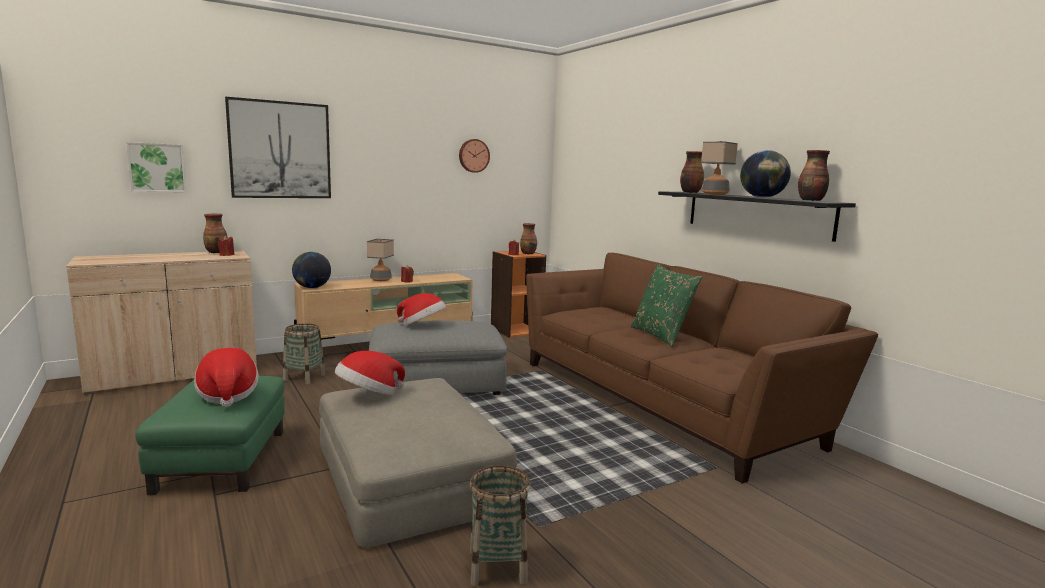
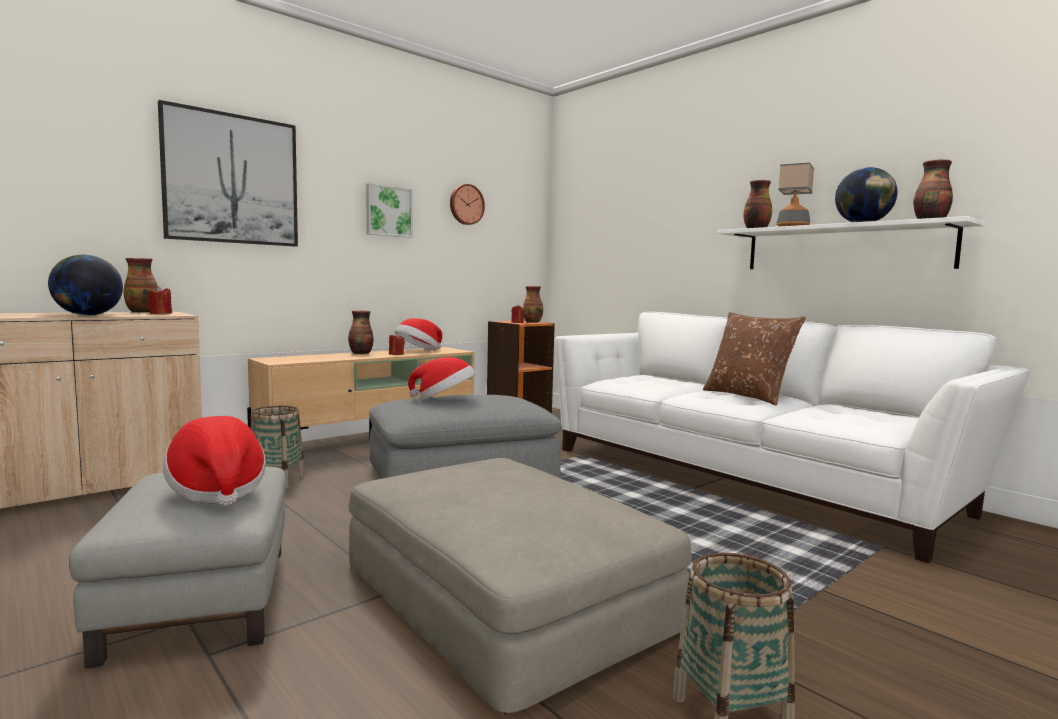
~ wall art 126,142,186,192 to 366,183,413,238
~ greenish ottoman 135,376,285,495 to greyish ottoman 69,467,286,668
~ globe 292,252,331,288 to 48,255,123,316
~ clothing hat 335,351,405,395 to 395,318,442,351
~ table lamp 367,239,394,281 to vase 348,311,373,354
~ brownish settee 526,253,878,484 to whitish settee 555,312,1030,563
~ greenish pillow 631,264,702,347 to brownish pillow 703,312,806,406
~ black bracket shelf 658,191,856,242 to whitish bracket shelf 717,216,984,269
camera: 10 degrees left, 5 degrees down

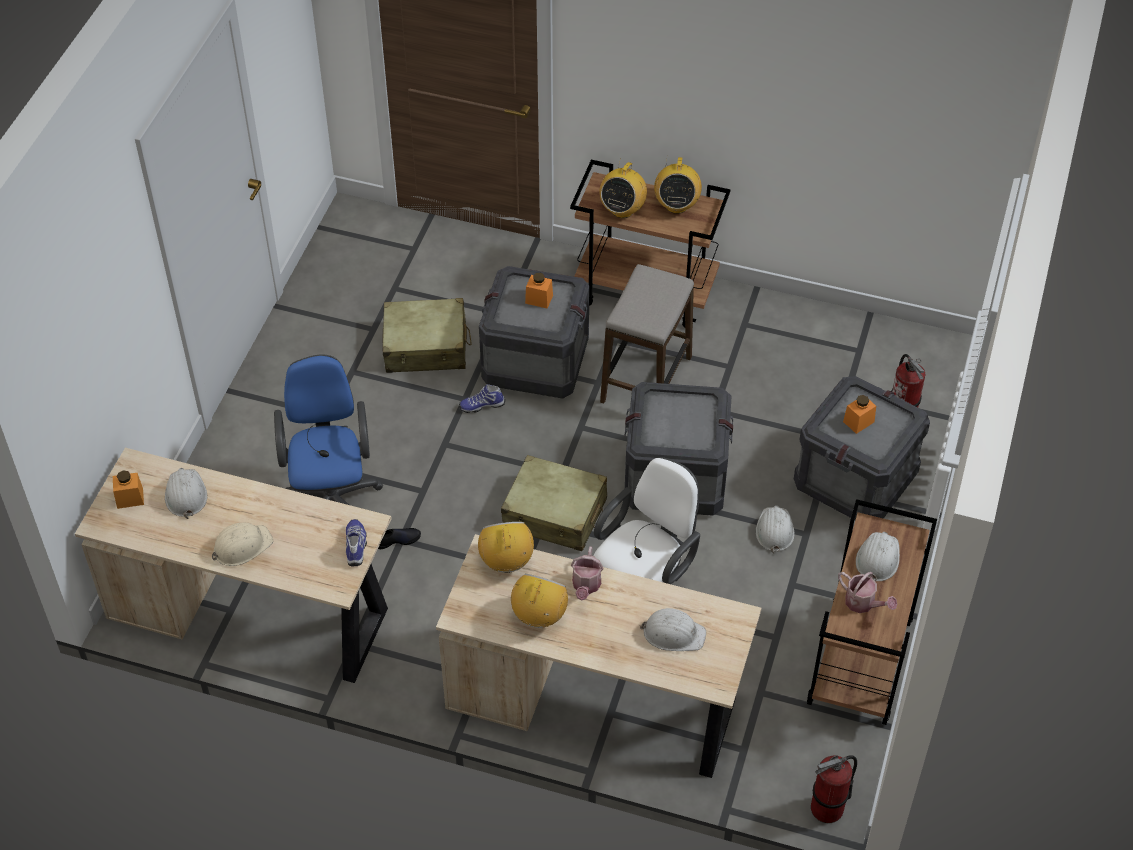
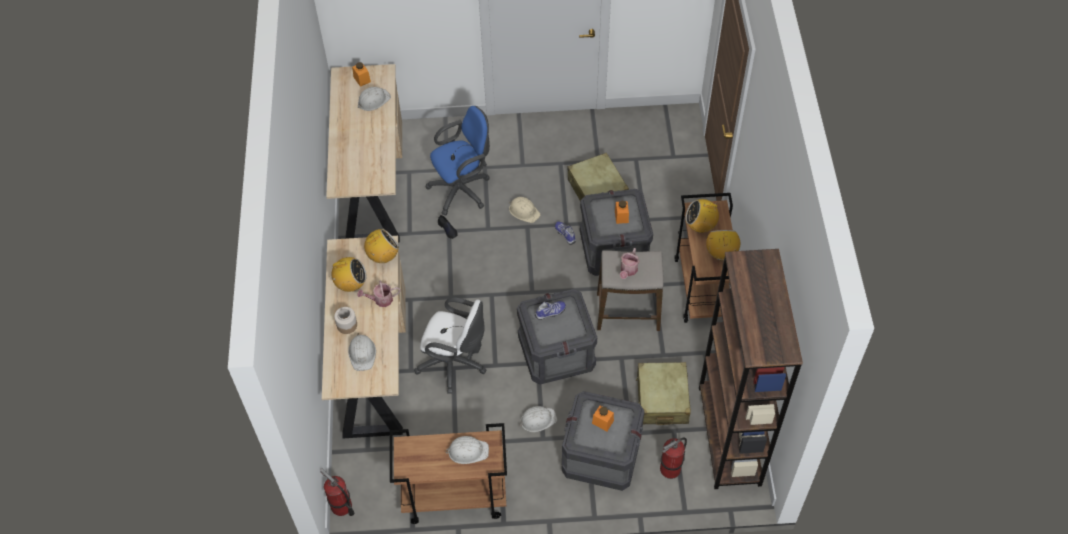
~ sand-coloured work helmet 212,522,273,566 to 509,197,541,223
~ low shoe 346,519,367,566 to 535,301,566,320
~ sand-coloured travel case 501,455,607,551 to 636,362,691,425
~ radio set 654,155,702,214 = 706,230,740,260 105 degrees clockwise
~ watering pot 838,572,897,613 to 620,248,640,279
+ jar 334,307,357,334
+ brownish shelving unit 699,249,803,489
camera: 70 degrees right, 5 degrees up

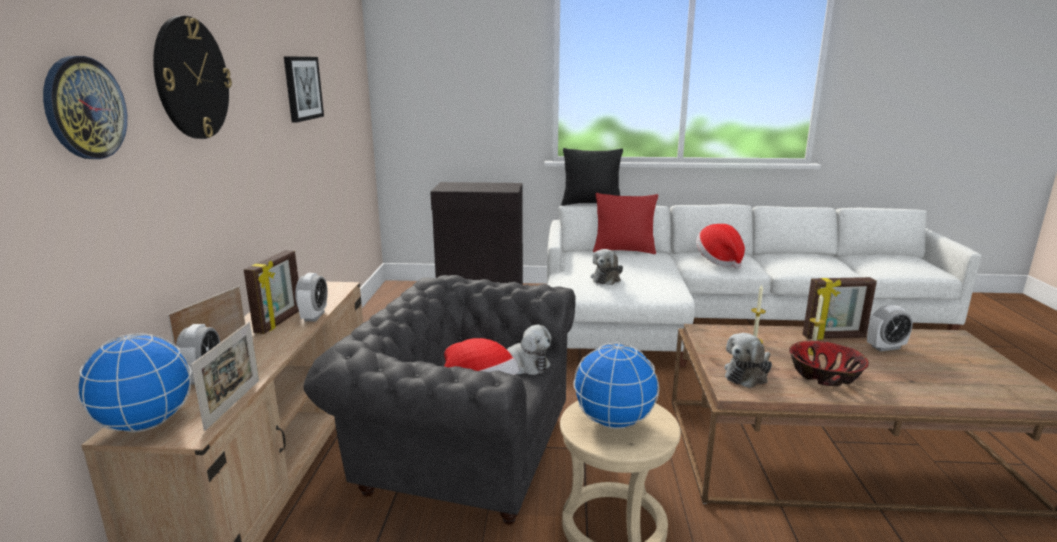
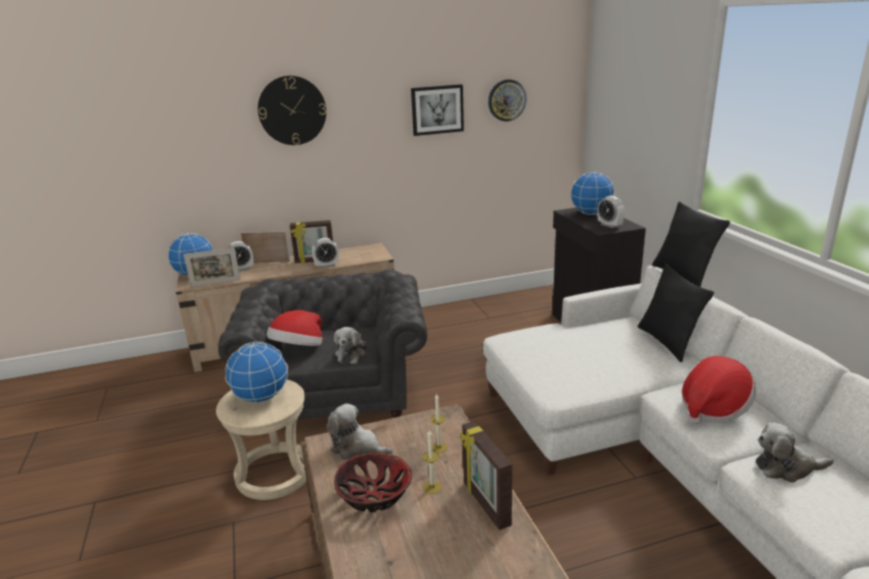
~ clock on the wall 43,56,127,159 to 488,79,527,122
~ cuddly toy 591,249,623,285 to 756,422,833,483
~ reddish pillow 593,193,658,254 to black pillow 638,264,714,362
~ alarm clock 867,305,913,351 to 598,196,625,228
+ globe 570,172,615,215
camera: 70 degrees right, 5 degrees up

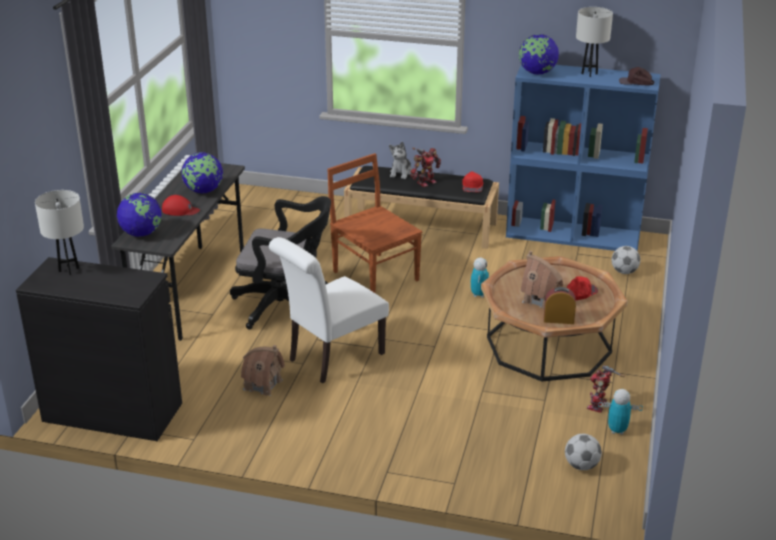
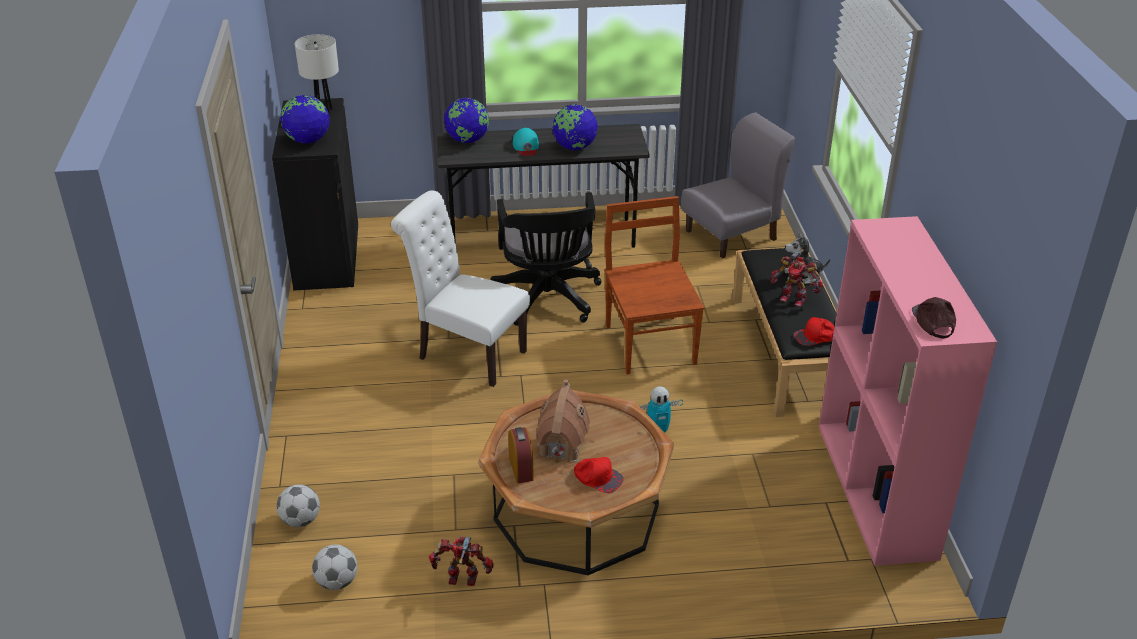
~ reddish peaked cap 162,195,200,216 to turquoise peaked cap 513,128,539,156
- toy house 241,345,285,396
~ brownish chair 327,153,423,294 = 605,196,705,374 45 degrees counterclockwise
~ bluish shelving unit 506,65,661,251 to pink-coloured shelving unit 819,216,997,566
~ globe 519,34,559,75 to 280,95,330,144
- whitish table lamp 576,7,613,77
- toy robot 598,389,643,435
~ football ball 612,246,640,274 to 277,484,320,527
+ greyish chair 681,113,795,258
camera: 70 degrees right, 5 degrees up

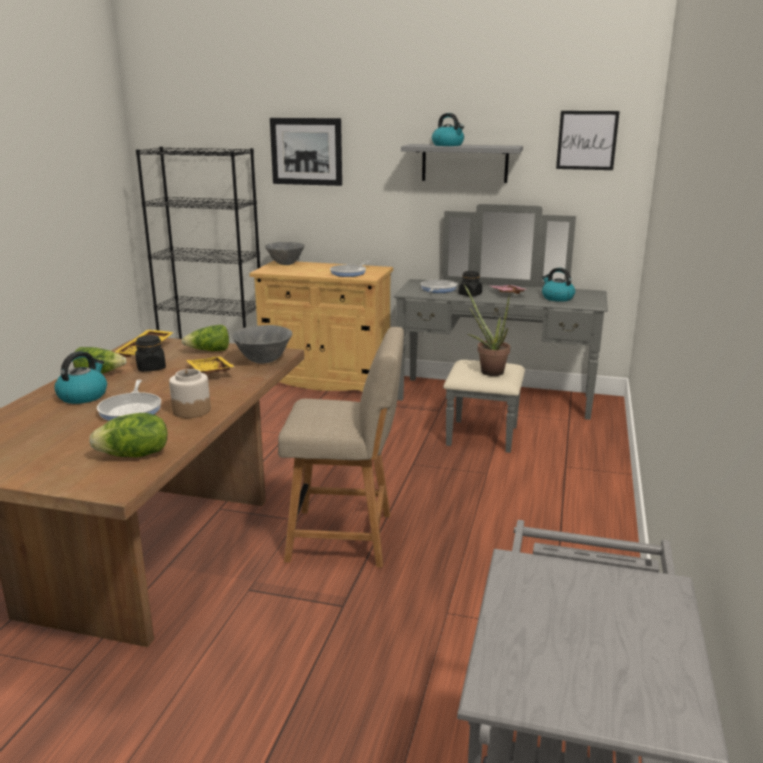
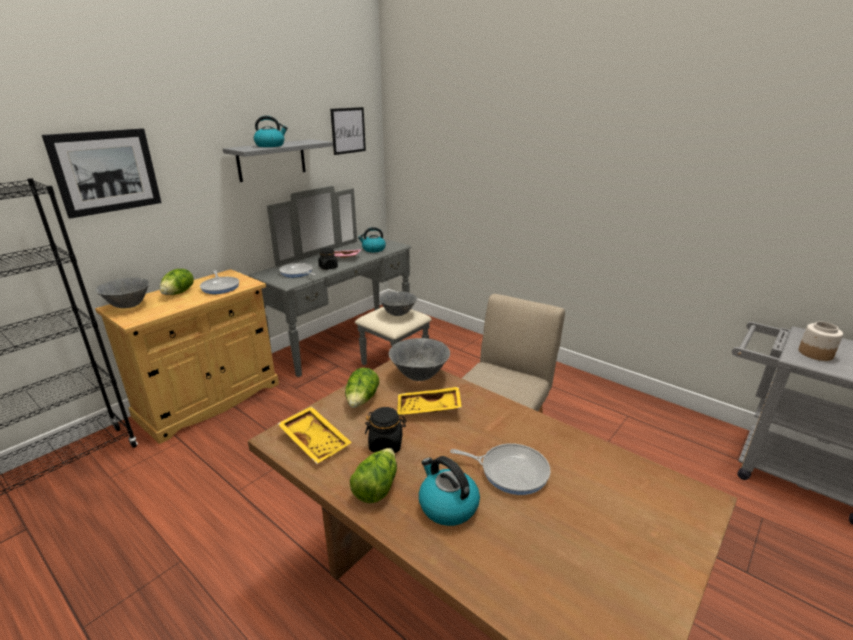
~ head of lettuce 89,413,168,457 to 159,269,194,295
~ jar 169,369,211,418 to 798,322,843,361
~ houseplant 464,284,510,376 to greyish serving bowl 379,291,417,316
camera: 65 degrees left, 5 degrees up

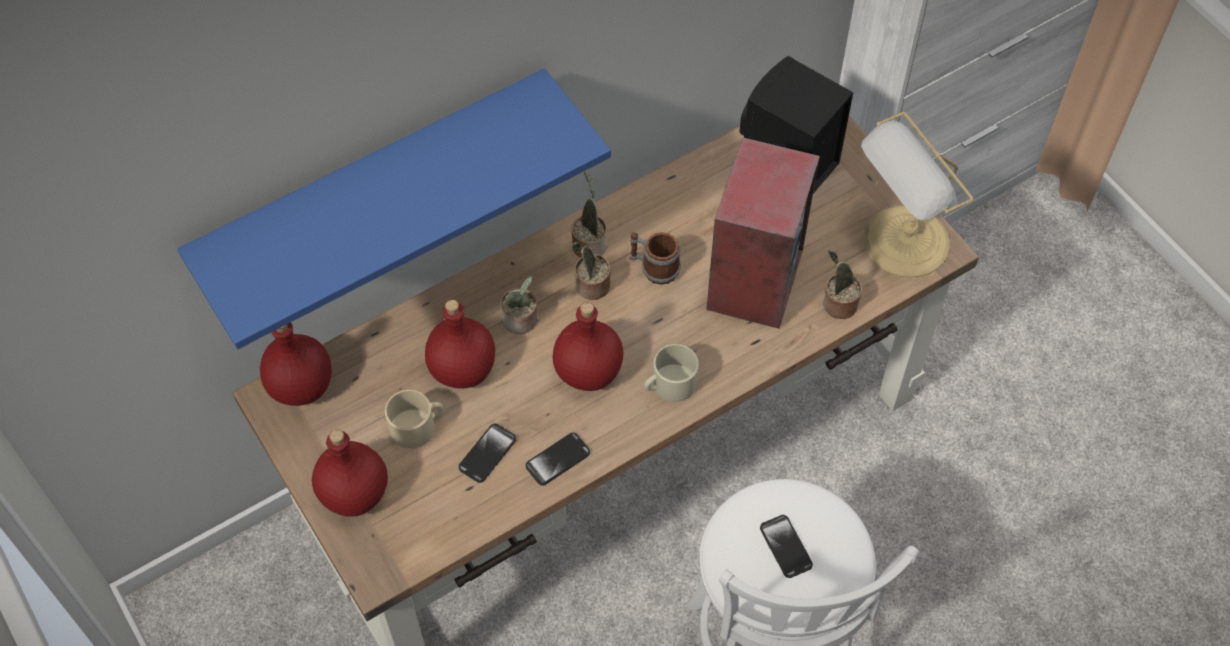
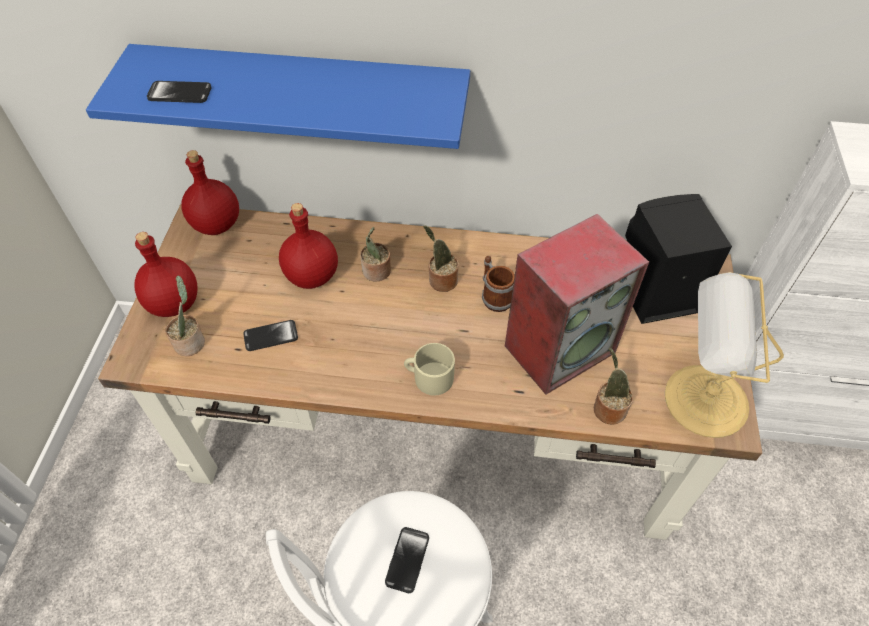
- sand-coloured tea mug 385,390,443,449
~ telephone 526,432,590,486 to 147,81,211,103
- reddish bottle 553,302,623,391
~ houseplant 571,171,607,258 to 165,275,205,356
camera: 40 degrees right, 5 degrees down

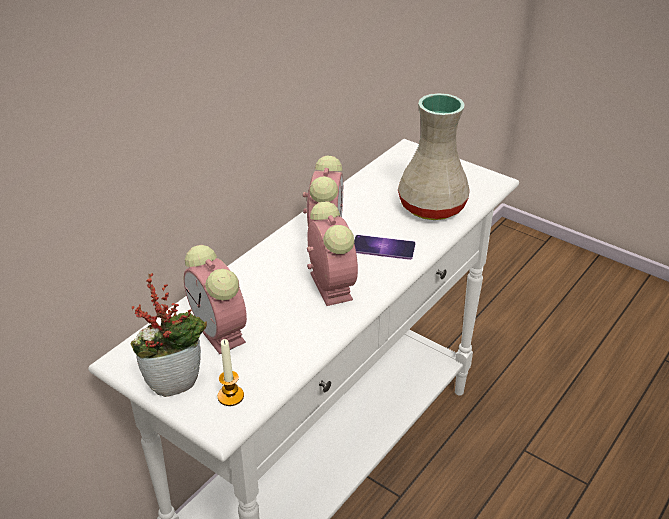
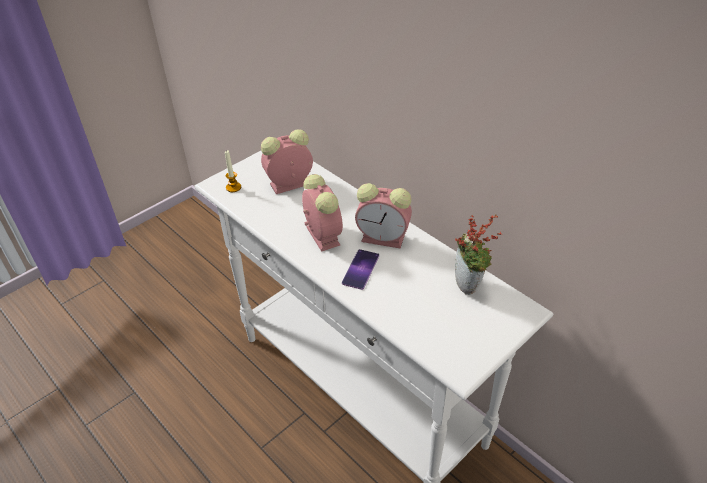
~ houseplant 130,273,207,397 to 455,214,502,295
~ alarm clock 307,201,358,306 = 302,174,343,252 105 degrees counterclockwise
- sand-coloured vase 398,93,470,220
camera: 100 degrees right, 5 degrees up

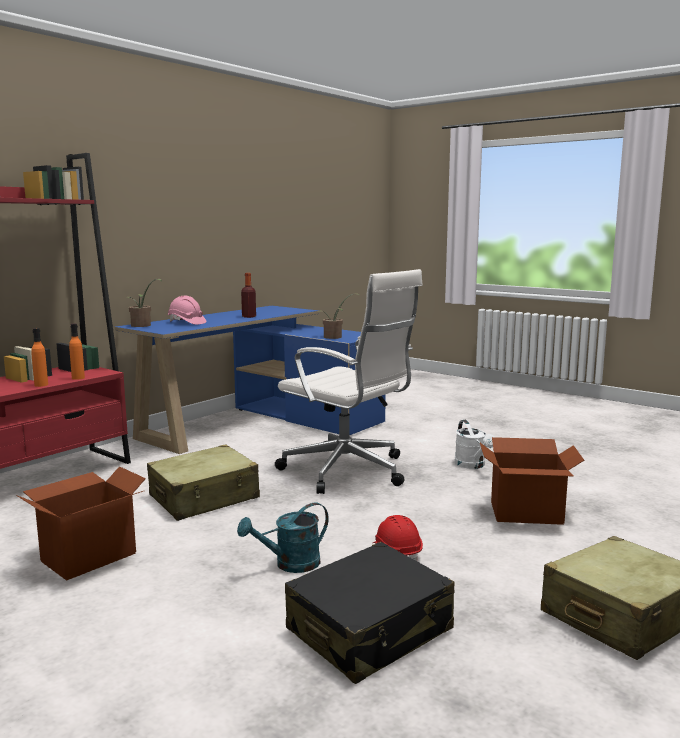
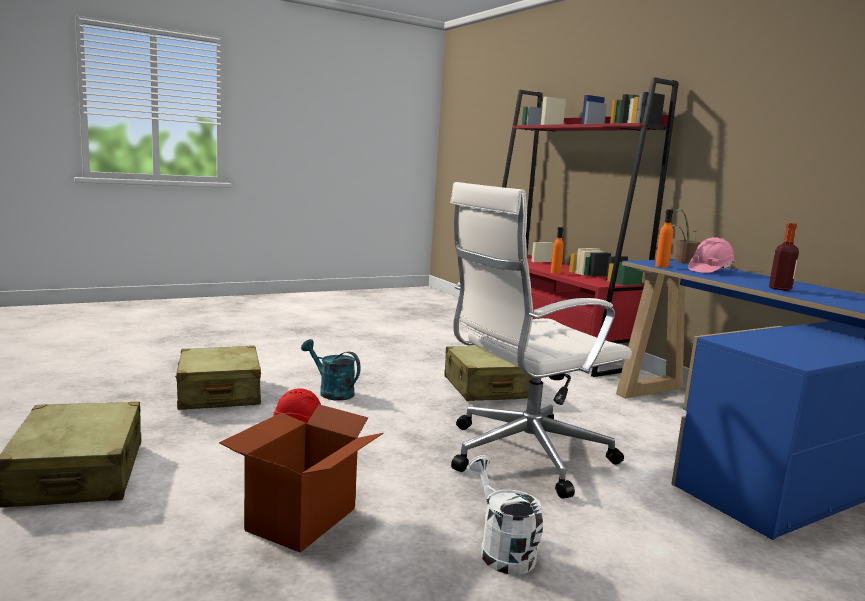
- packing box 17,466,146,581
~ orange-coloured bottle 69,324,85,380 to 655,209,673,268
~ turquoise watering pot 237,503,329,573 = 301,339,361,400 45 degrees counterclockwise
~ black travel case 285,542,455,684 to sand-coloured travel case 175,346,261,410
- houseplant 318,293,360,339
~ whitish watering pot 455,420,495,469 = 469,455,543,575 60 degrees clockwise
camera: 110 degrees right, 0 degrees up

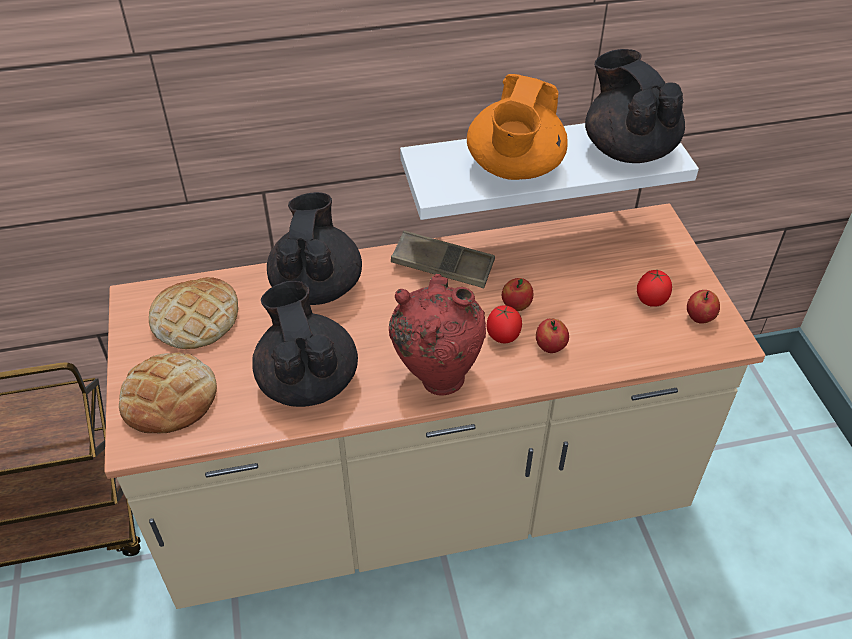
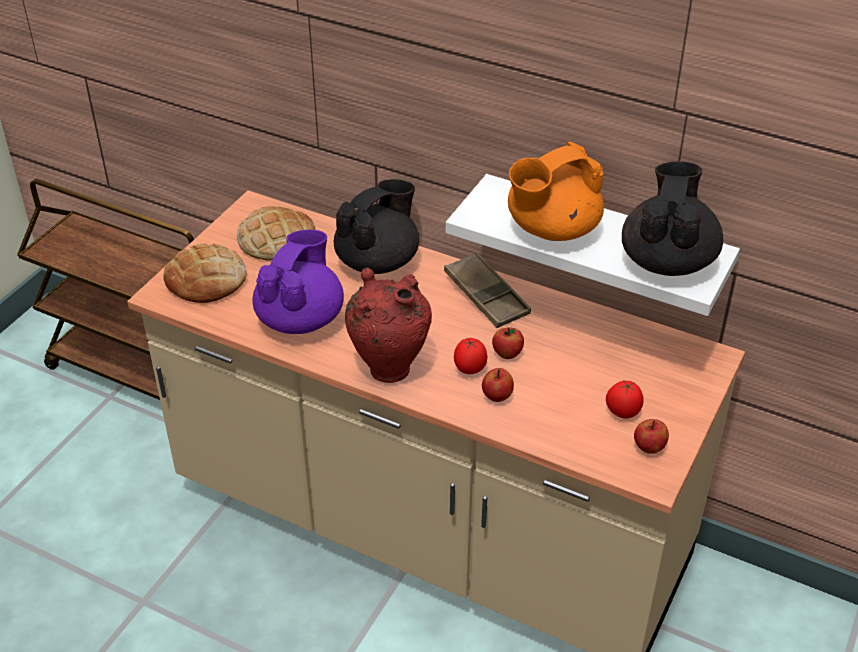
~ black teapot 252,281,358,407 to purplish teapot 252,230,344,334
camera: 40 degrees right, 5 degrees down

